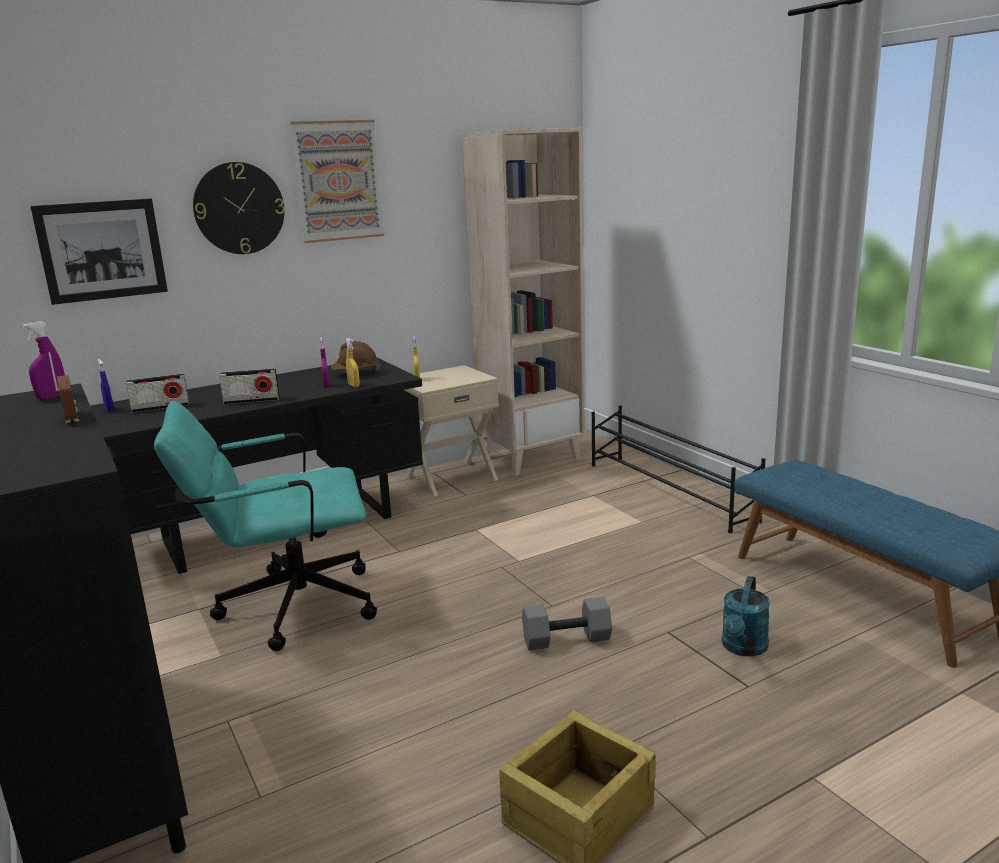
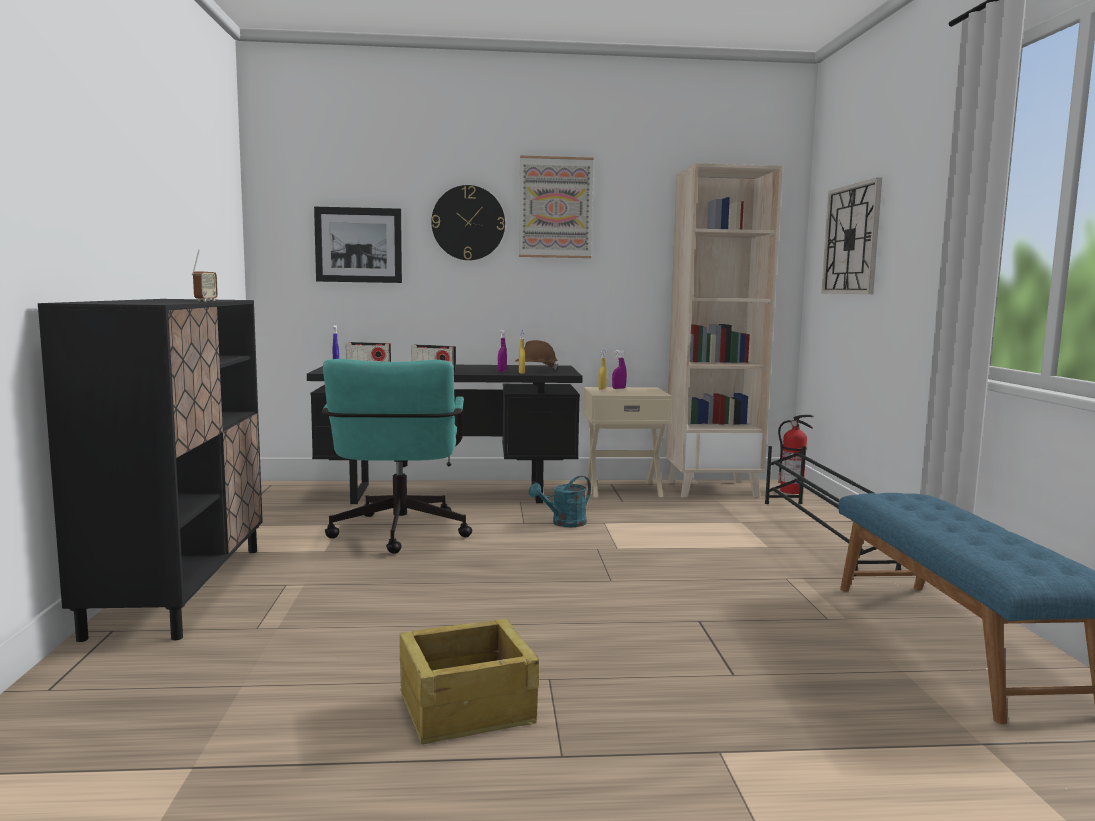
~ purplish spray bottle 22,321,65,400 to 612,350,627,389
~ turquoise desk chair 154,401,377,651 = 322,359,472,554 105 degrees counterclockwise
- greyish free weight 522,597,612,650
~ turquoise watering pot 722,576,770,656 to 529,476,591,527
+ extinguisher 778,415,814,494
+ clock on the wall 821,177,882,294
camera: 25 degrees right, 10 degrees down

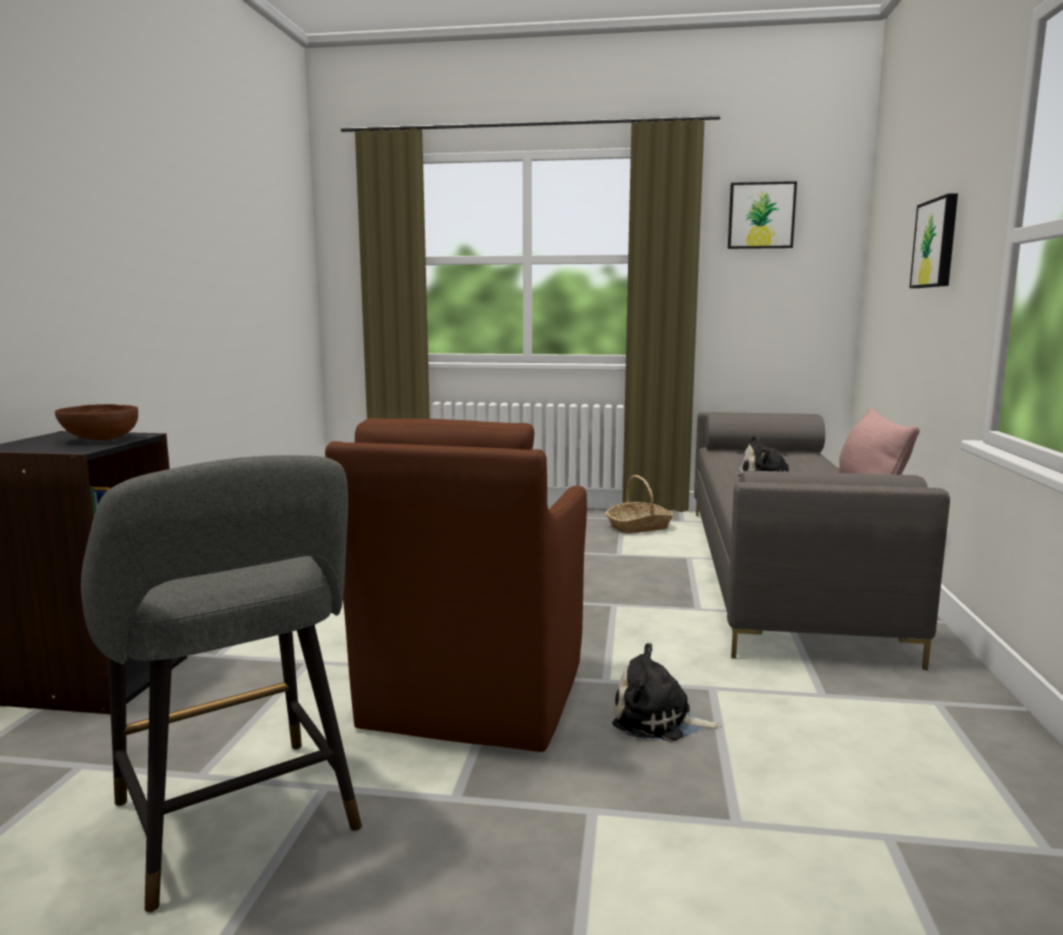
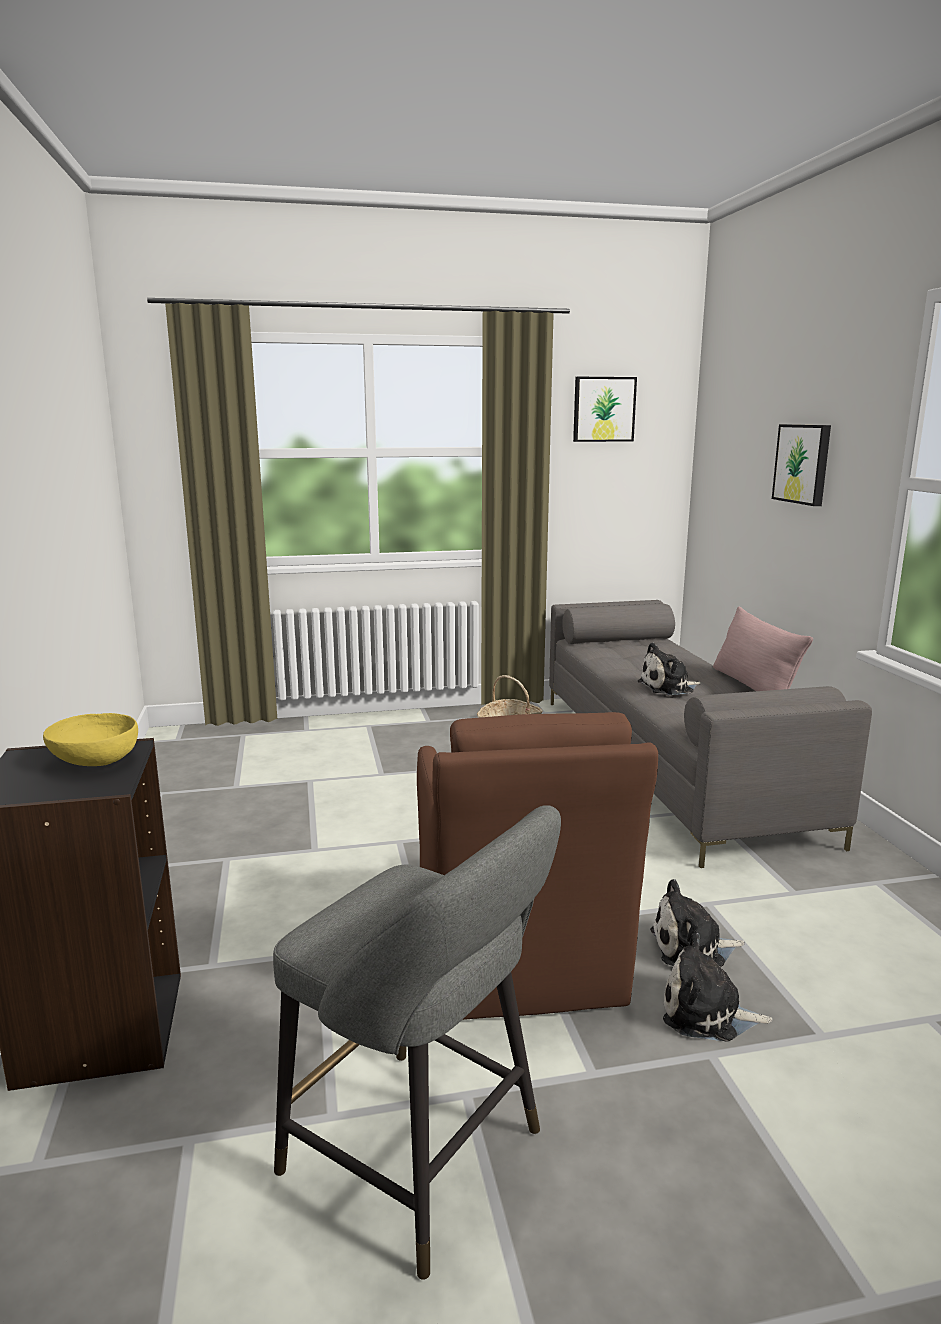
~ brownish serving bowl 55,404,138,440 to yellow serving bowl 43,713,138,766
+ cuddly toy 663,933,773,1042
camera: 20 degrees left, 5 degrees up

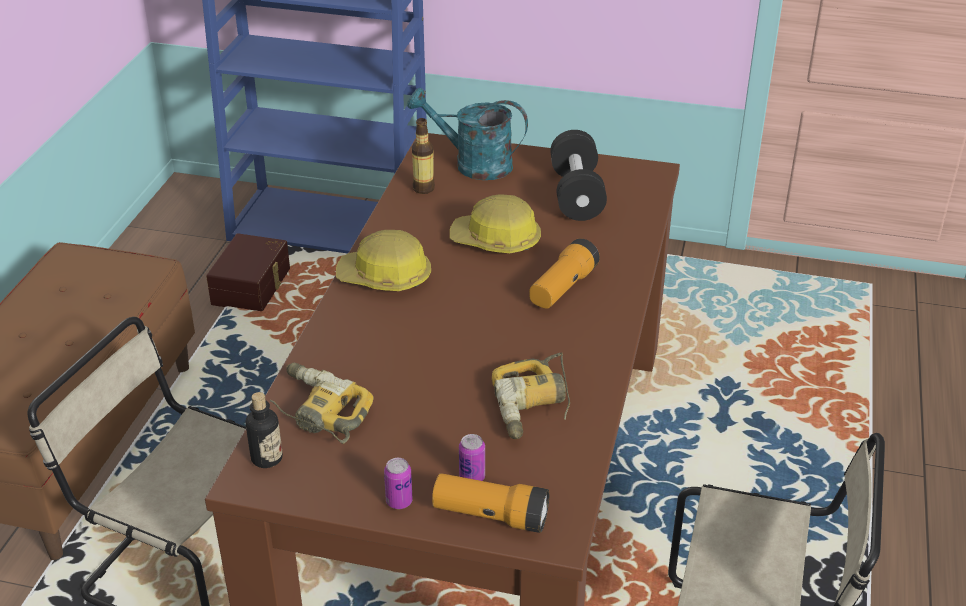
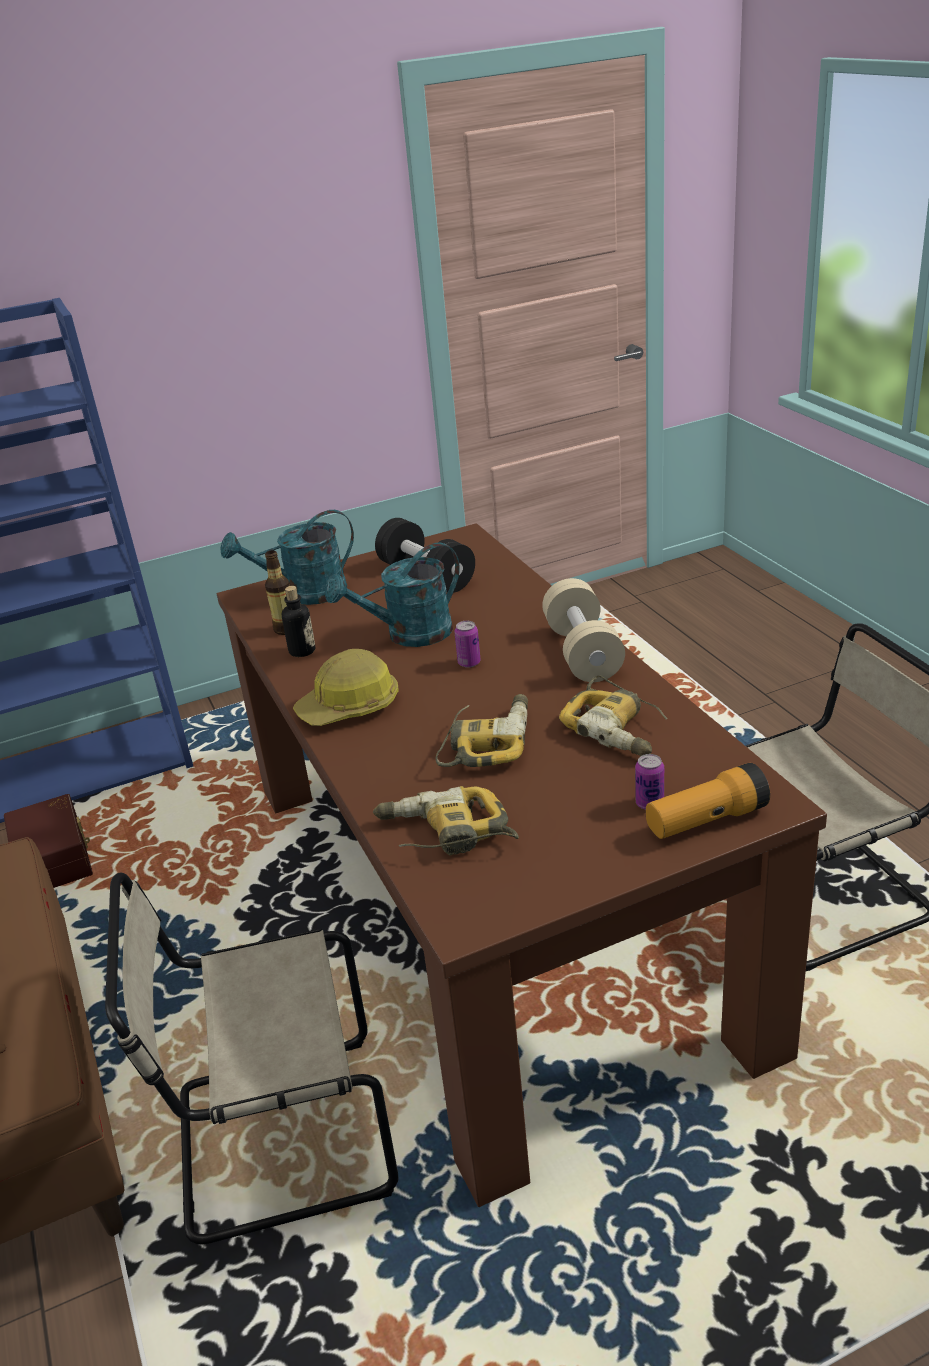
~ bottle 245,392,283,468 to 282,586,315,657
~ can 384,458,412,509 to 454,621,481,668
~ work helmet 450,195,541,253 to turquoise watering pot 325,542,460,647
- flashlight 529,239,600,309
+ electric drill 436,694,528,767
+ sand-coloured free weight 542,578,625,682
camera: 35 degrees left, 5 degrees down

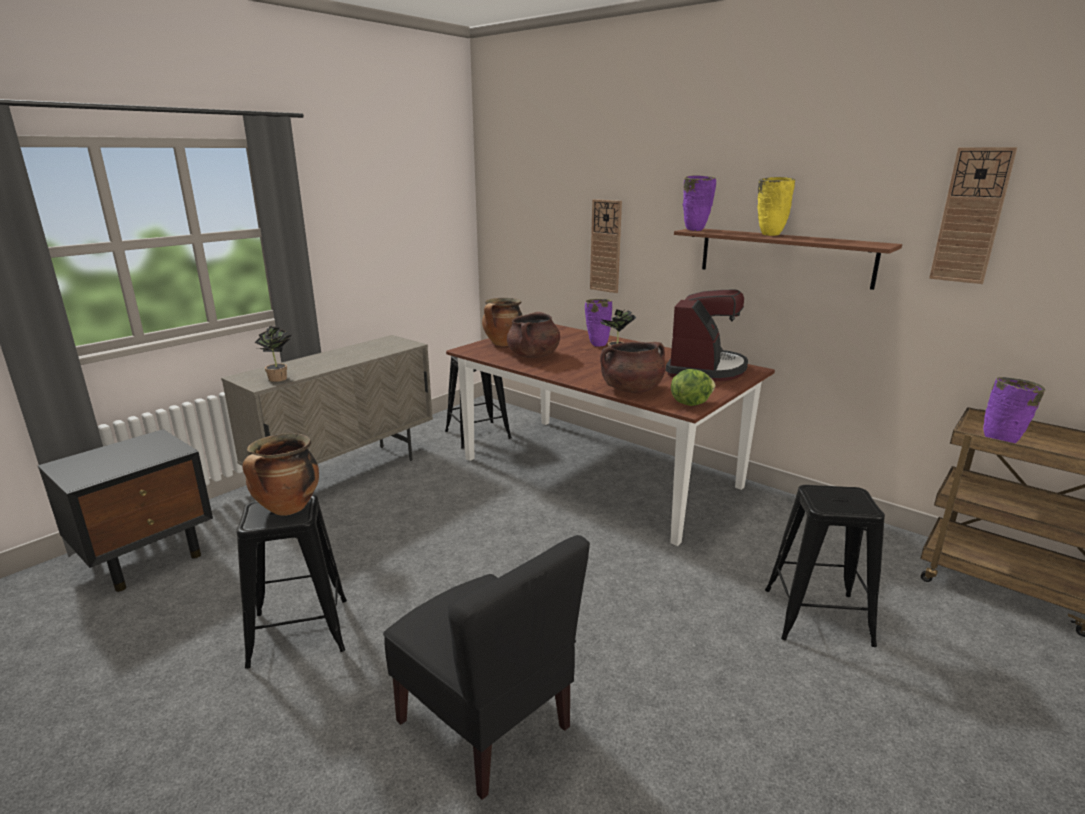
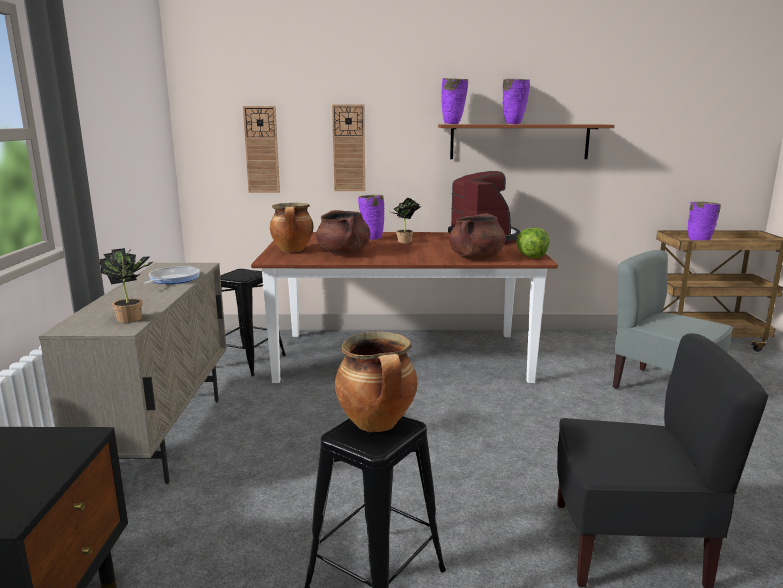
~ yellow vase 757,177,795,236 to purplish vase 502,79,530,124
~ black stool seat 765,485,885,647 to greyish chair 613,250,733,389
~ clock on the wall 929,147,1017,284 to 243,106,280,193
+ skillet 144,266,200,284
camera: 40 degrees left, 5 degrees down

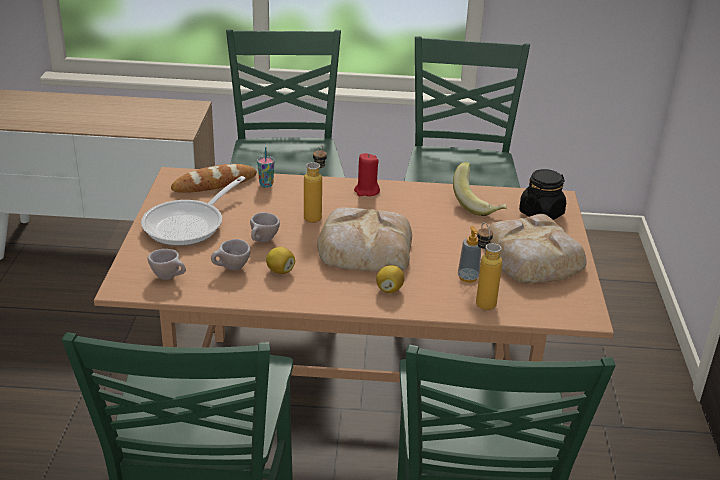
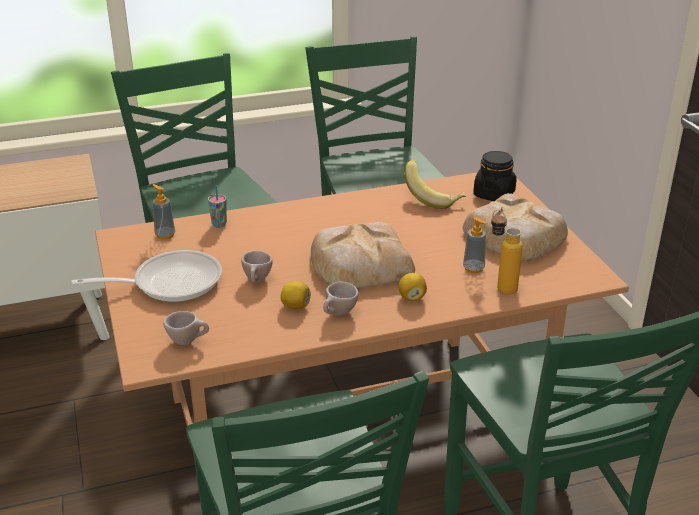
~ skillet 141,176,246,246 = 72,250,222,302 120 degrees counterclockwise
~ bread 171,164,257,193 to liquid soap bottle 152,184,175,240
~ sand-coloured drinking cup 211,239,251,270 to 323,281,359,315
- bottle 304,145,327,223
- reddish wax candle 354,153,380,196
camera: 20 degrees left, 0 degrees up

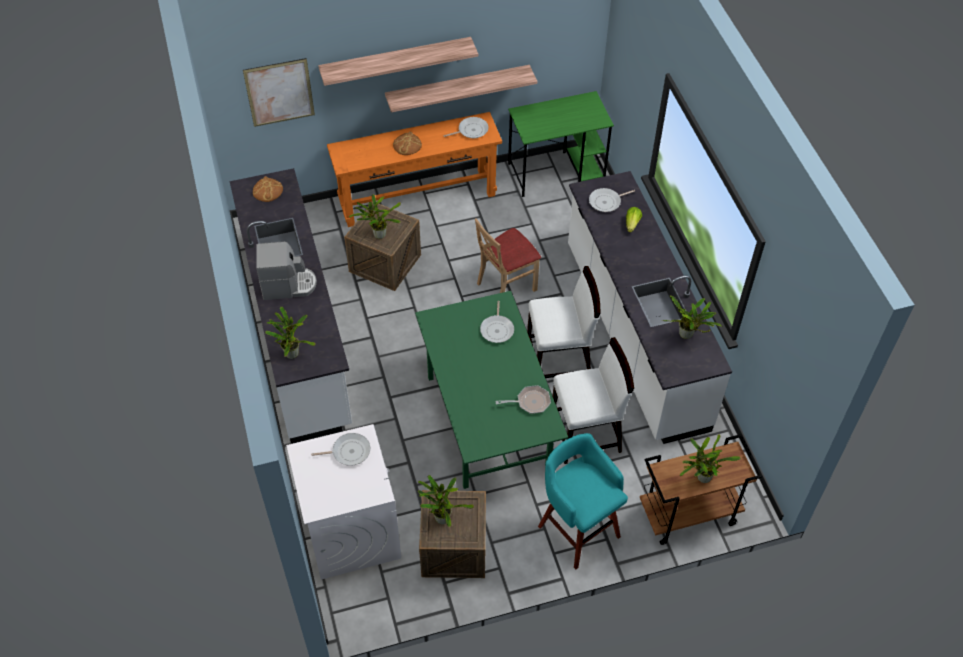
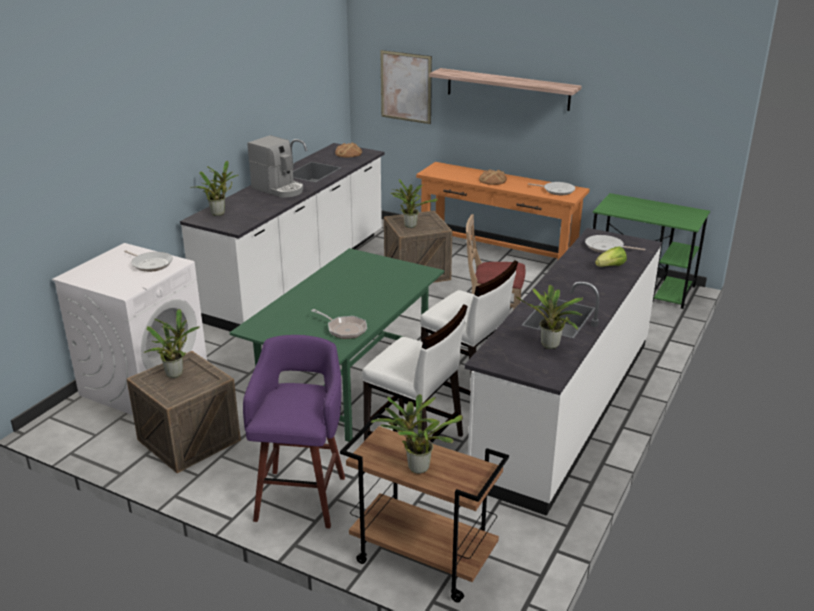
- bracket shelf 385,65,537,113
- skillet 480,301,514,343
~ turquoise stool seat 538,433,628,569 to purplish stool seat 243,335,345,528
camera: 45 degrees right, 25 degrees down

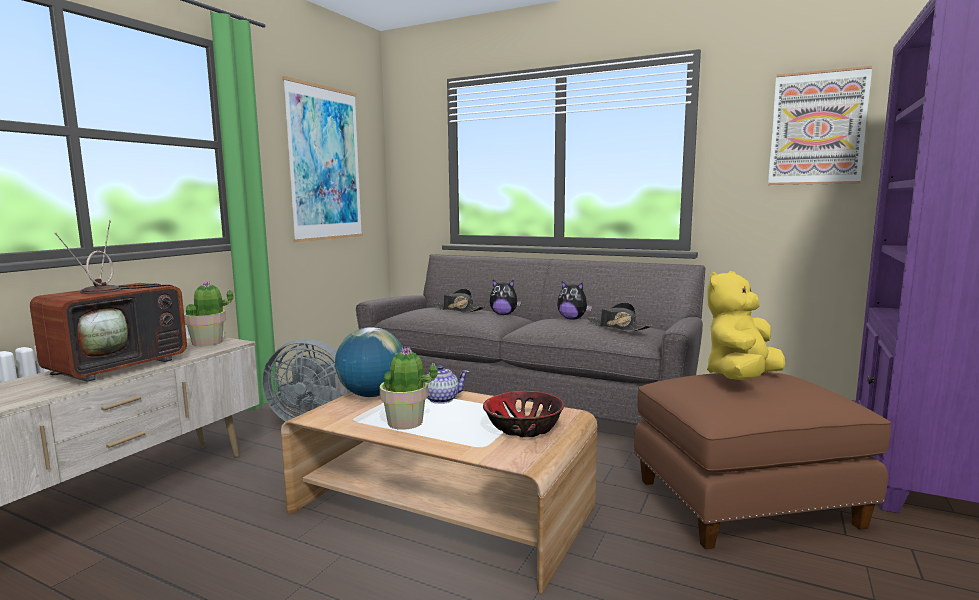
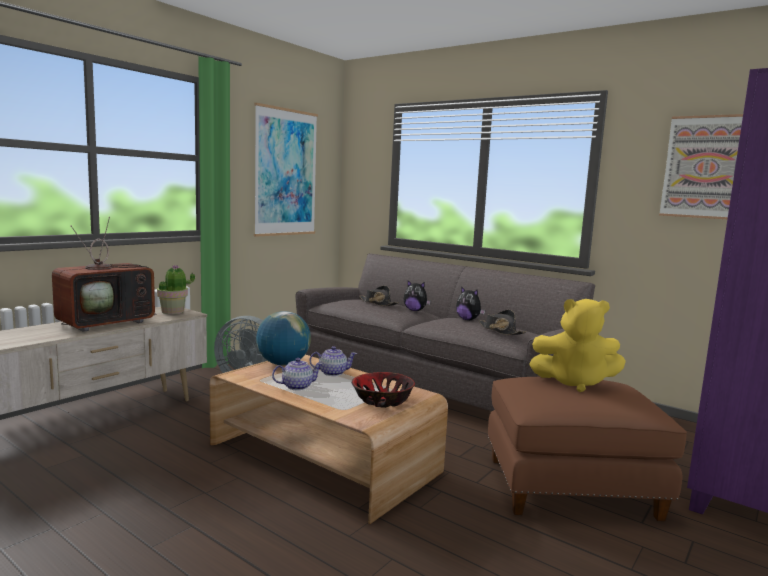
~ houseplant 379,347,438,430 to teapot 272,358,323,390
~ yellow cuddly toy 707,271,786,380 = 529,299,626,392 135 degrees counterclockwise
camera: 10 degrees right, 0 degrees up

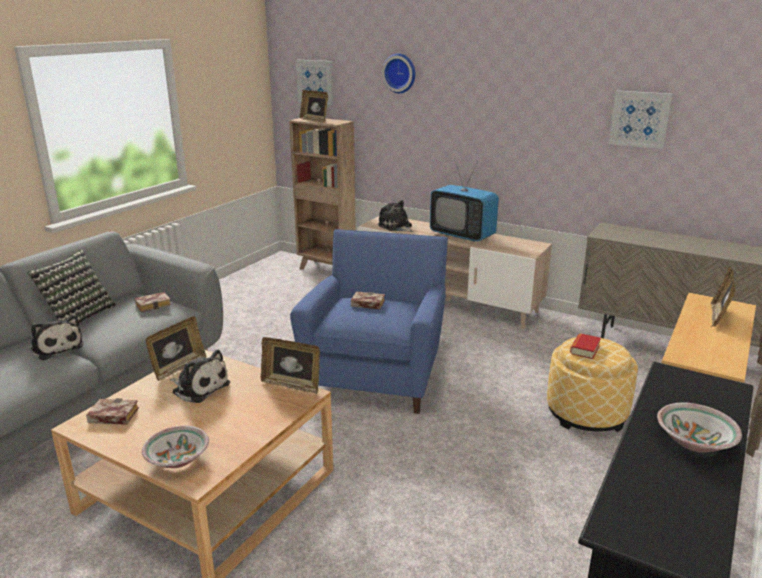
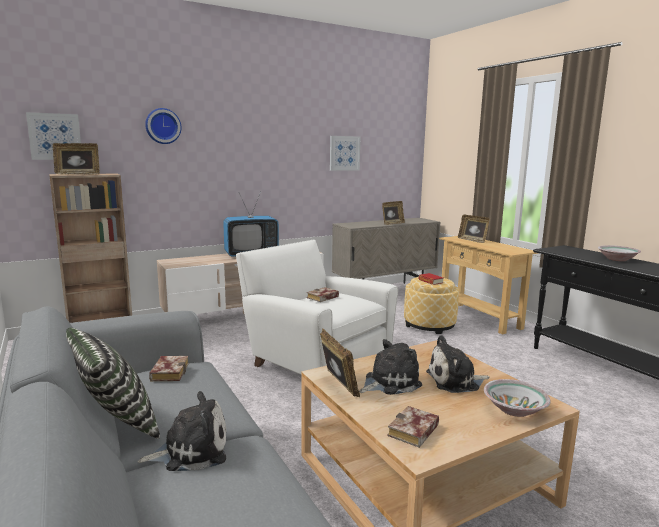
~ standing frame 261,337,320,394 to 382,201,405,225
~ bluish armchair 290,229,448,414 to whitish armchair 236,239,398,374
~ cuddly toy 378,200,413,232 to 426,335,490,393
camera: 60 degrees left, 10 degrees down

